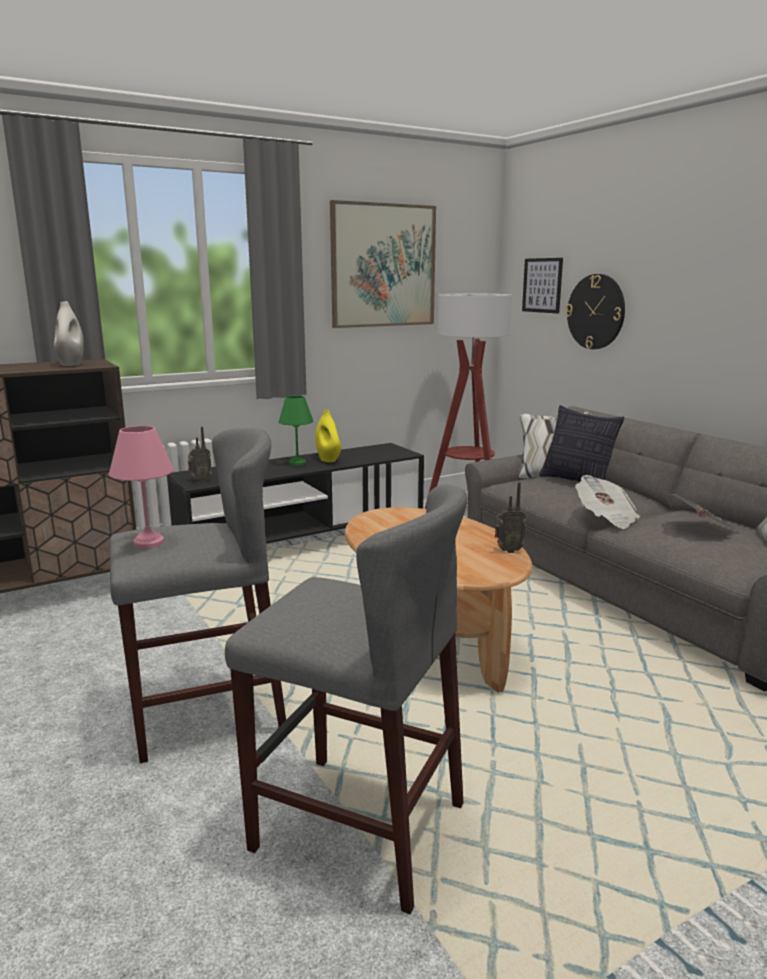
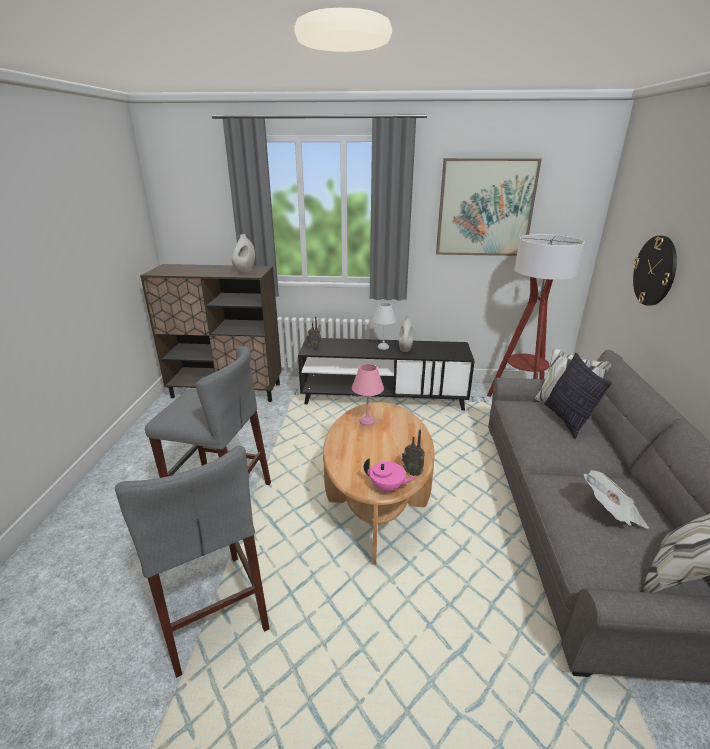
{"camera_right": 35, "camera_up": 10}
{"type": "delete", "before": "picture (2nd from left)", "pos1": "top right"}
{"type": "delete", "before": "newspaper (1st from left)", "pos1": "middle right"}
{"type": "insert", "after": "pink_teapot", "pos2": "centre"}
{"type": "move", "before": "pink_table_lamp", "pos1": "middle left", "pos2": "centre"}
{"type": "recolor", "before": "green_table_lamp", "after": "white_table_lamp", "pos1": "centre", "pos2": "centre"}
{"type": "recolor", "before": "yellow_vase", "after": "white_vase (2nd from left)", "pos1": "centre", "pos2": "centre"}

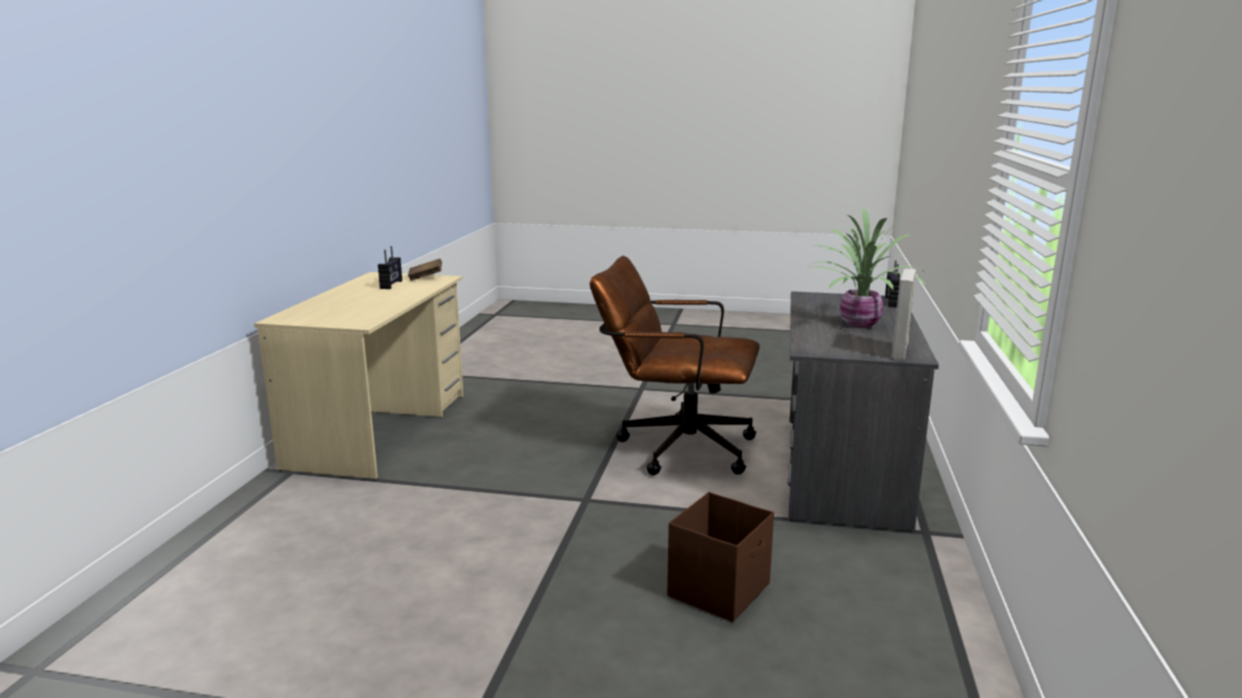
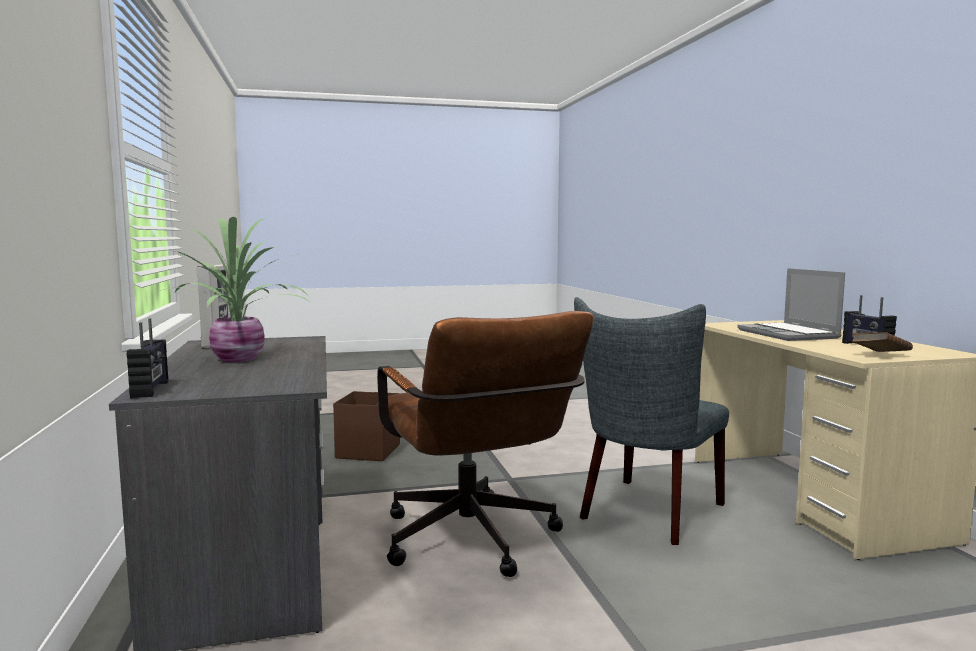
{"camera_right": 155, "camera_up": -10}
{"type": "insert", "after": "grey_chair", "pos2": "middle right"}
{"type": "insert", "after": "laptop", "pos2": "middle right"}
{"type": "rotate", "before": "brown_office_chair", "pos1": "centre", "pos2": "bottom centre", "turn": 75}

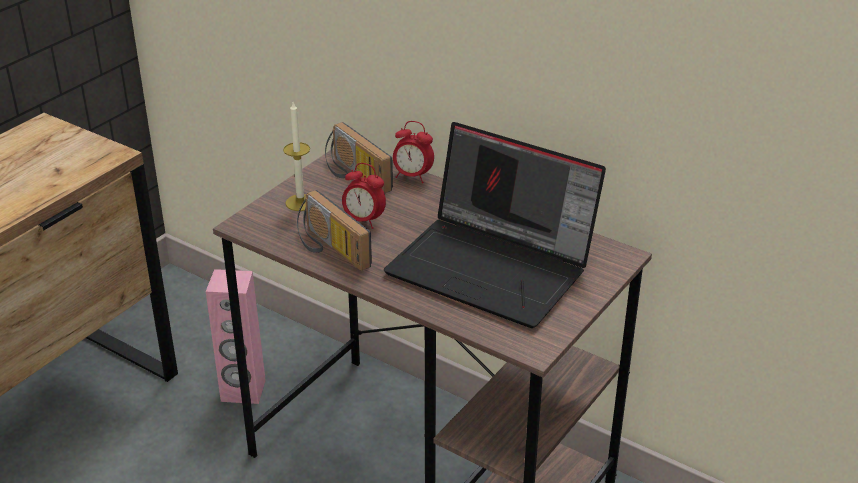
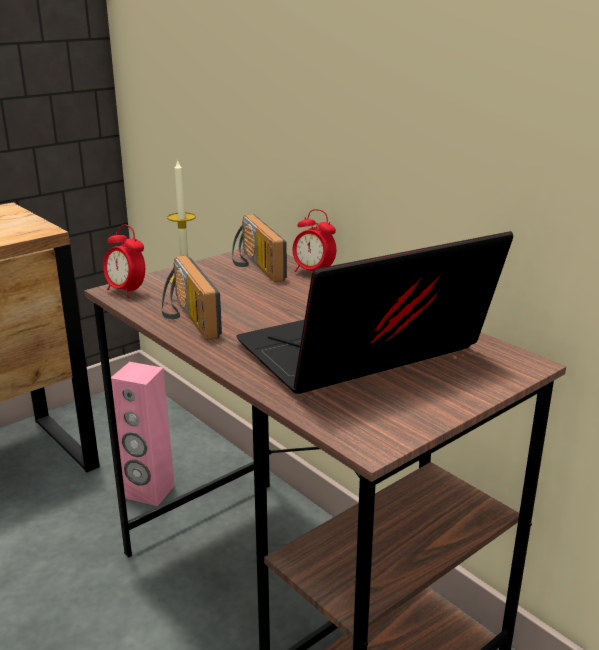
{"camera_right": 15, "camera_up": -10}
{"type": "move", "before": "alarm_clock (1st from left)", "pos1": "centre", "pos2": "middle left"}
{"type": "rotate", "before": "laptop", "pos1": "centre", "pos2": "centre", "turn": 105}

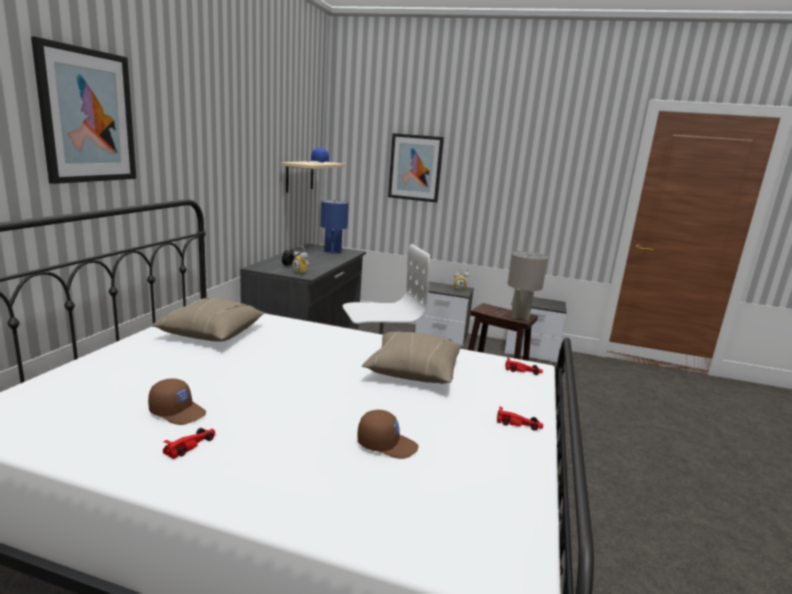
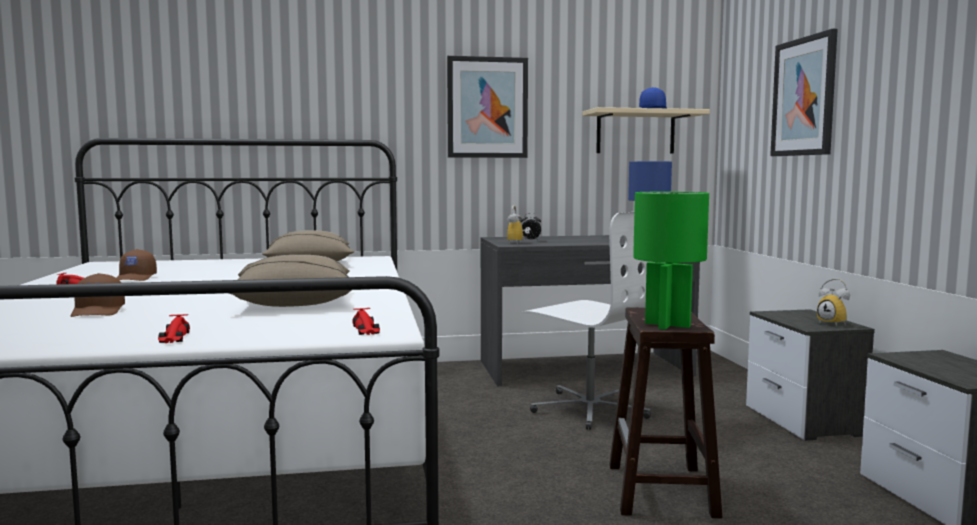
{"camera_right": 65, "camera_up": -10}
{"type": "move", "before": "picture (1st from left)", "pos1": "top left", "pos2": "top centre"}
{"type": "recolor", "before": "grey_table_lamp", "after": "green_table_lamp", "pos1": "centre", "pos2": "middle right"}

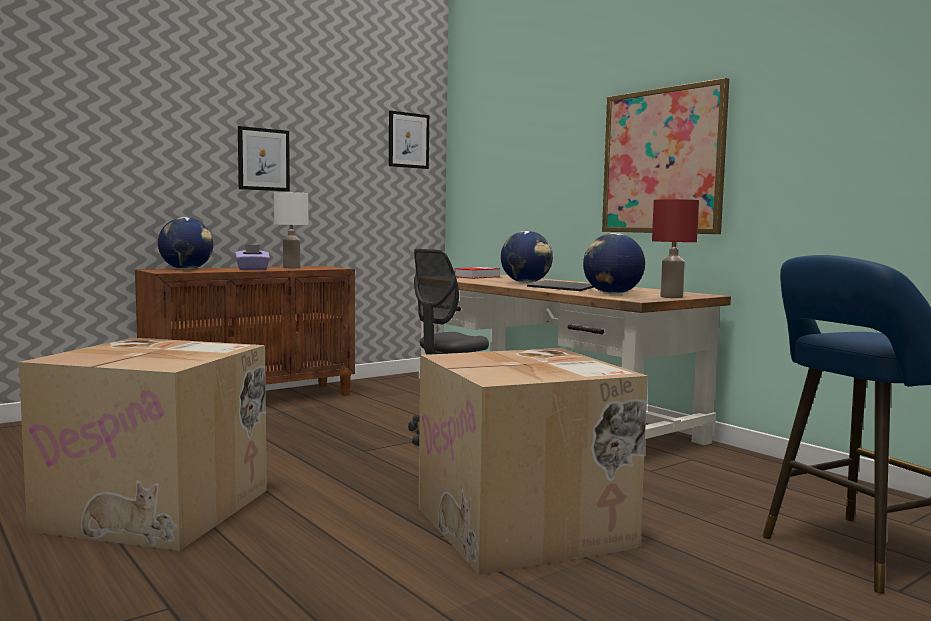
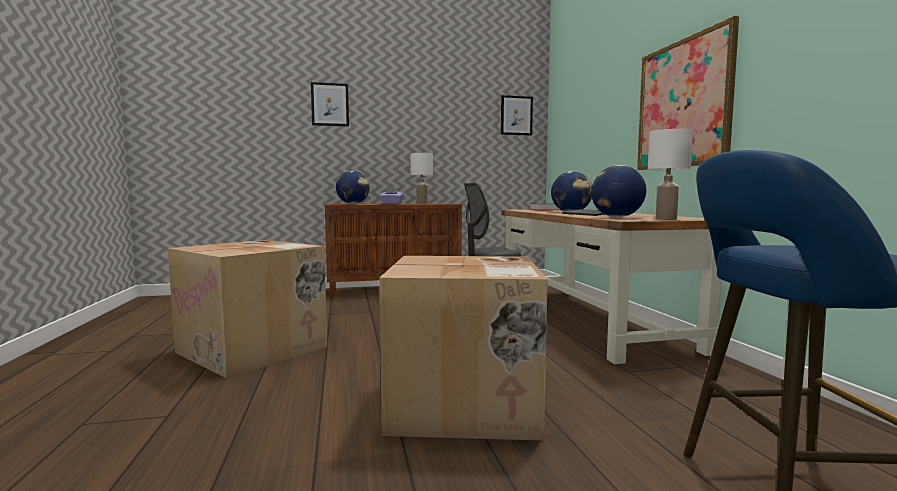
{"camera_right": 25, "camera_up": 0}
{"type": "move", "before": "picture (1st from left)", "pos1": "top left", "pos2": "top centre"}
{"type": "recolor", "before": "red_table_lamp", "after": "white_table_lamp (2nd from left)", "pos1": "middle right", "pos2": "middle right"}

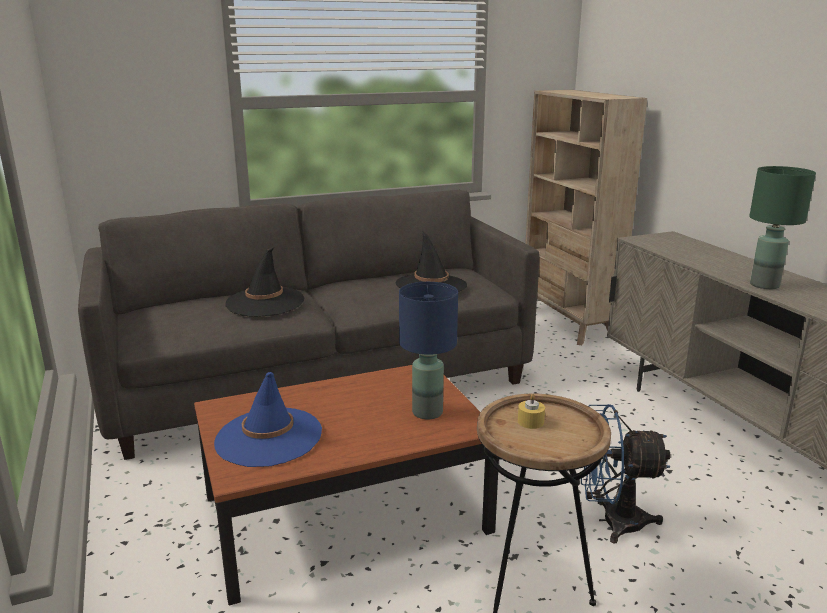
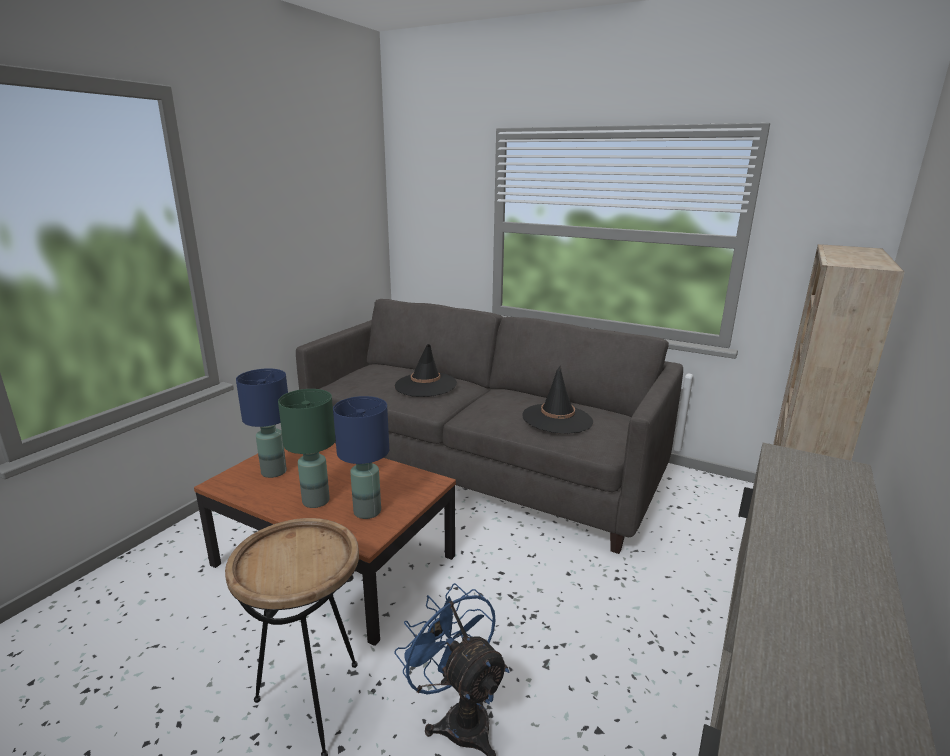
{"camera_right": 50, "camera_up": 0}
{"type": "delete", "before": "yellow_candle", "pos1": "bottom centre"}
{"type": "move", "before": "green_table_lamp", "pos1": "middle right", "pos2": "middle left"}
{"type": "replace", "before": "blue_hat", "after": "blue_table_lamp (1st from left)", "pos1": "bottom left", "pos2": "middle left"}

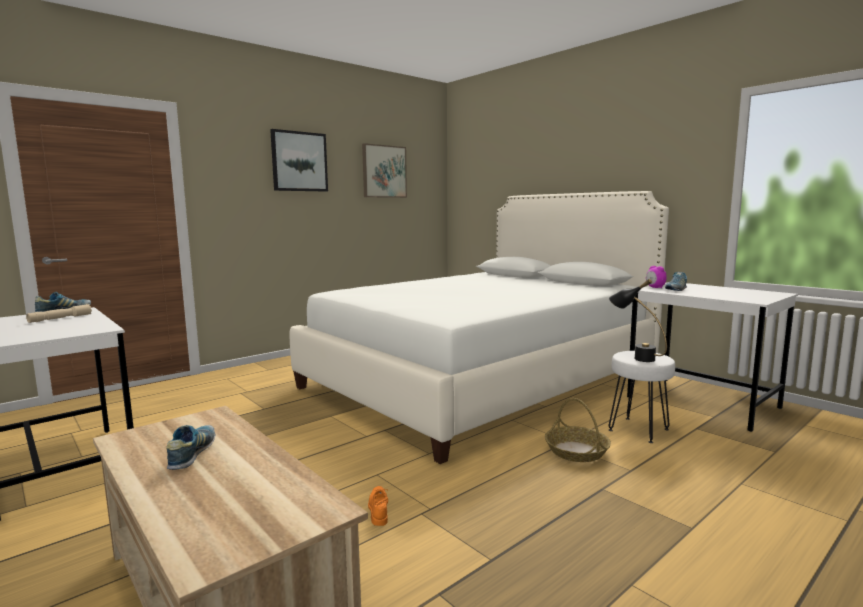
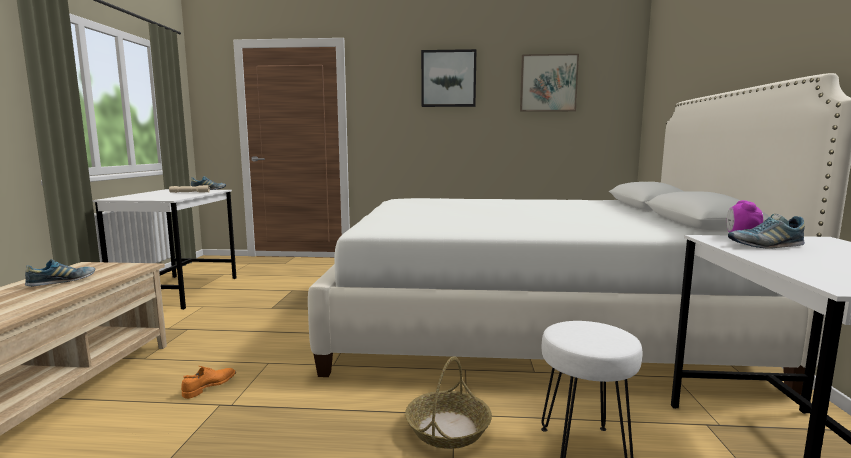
{"camera_right": 45, "camera_up": 0}
{"type": "delete", "before": "black_table_lamp", "pos1": "middle right"}

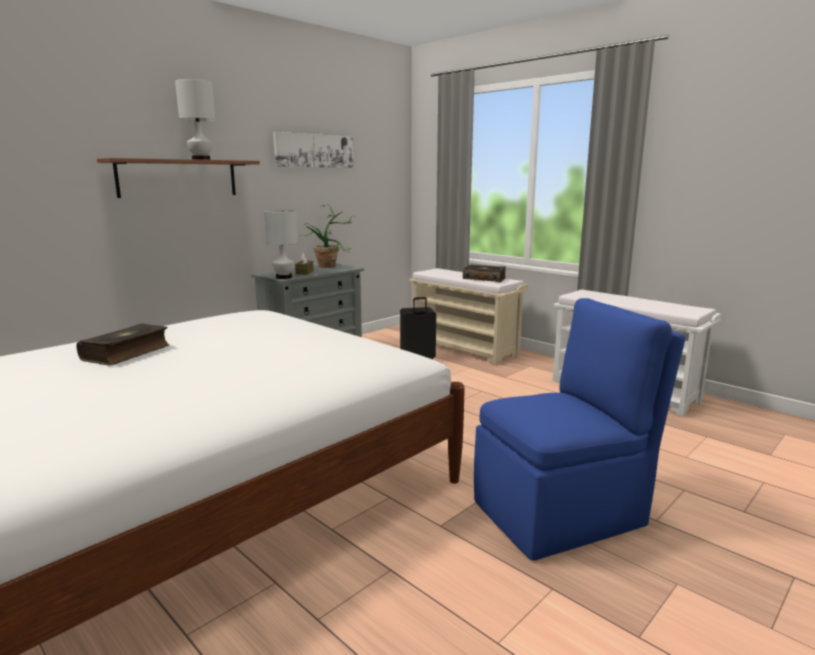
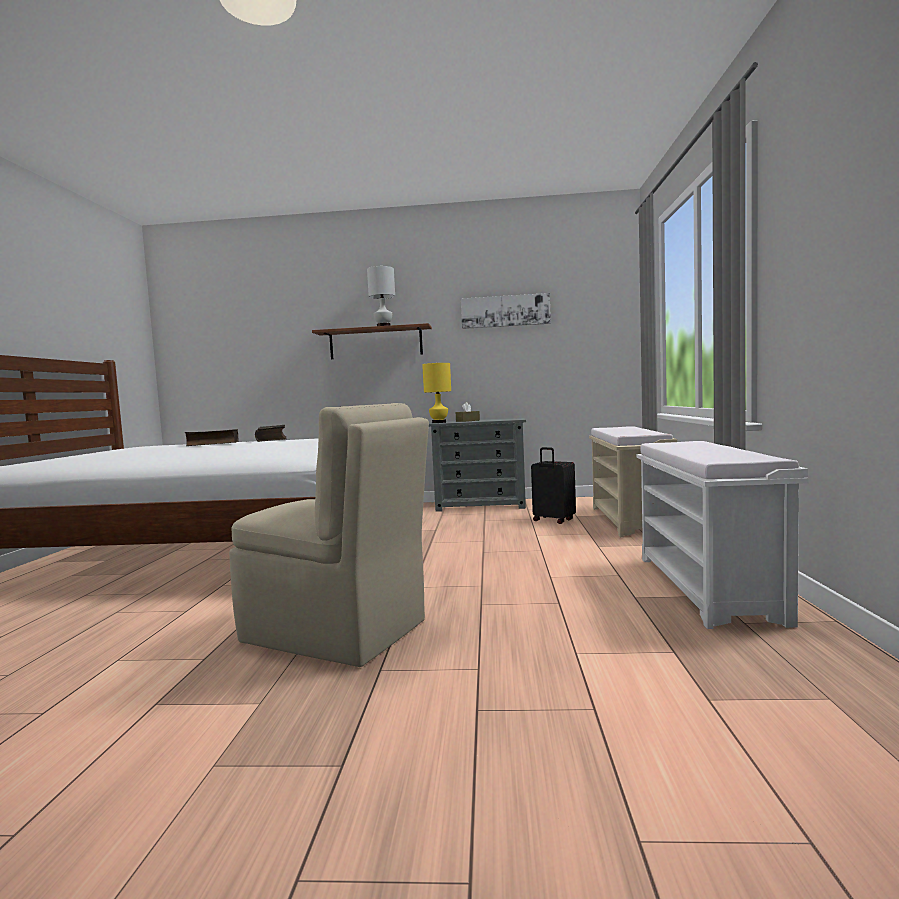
{"camera_right": 50, "camera_up": -10}
{"type": "delete", "before": "potted_plant", "pos1": "centre"}
{"type": "move", "before": "book (2nd from left)", "pos1": "centre", "pos2": "middle left"}
{"type": "recolor", "before": "white_table_lamp (2nd from left)", "after": "yellow_table_lamp", "pos1": "centre", "pos2": "centre"}
{"type": "recolor", "before": "blue_chair", "after": "beige_chair", "pos1": "middle right", "pos2": "centre"}

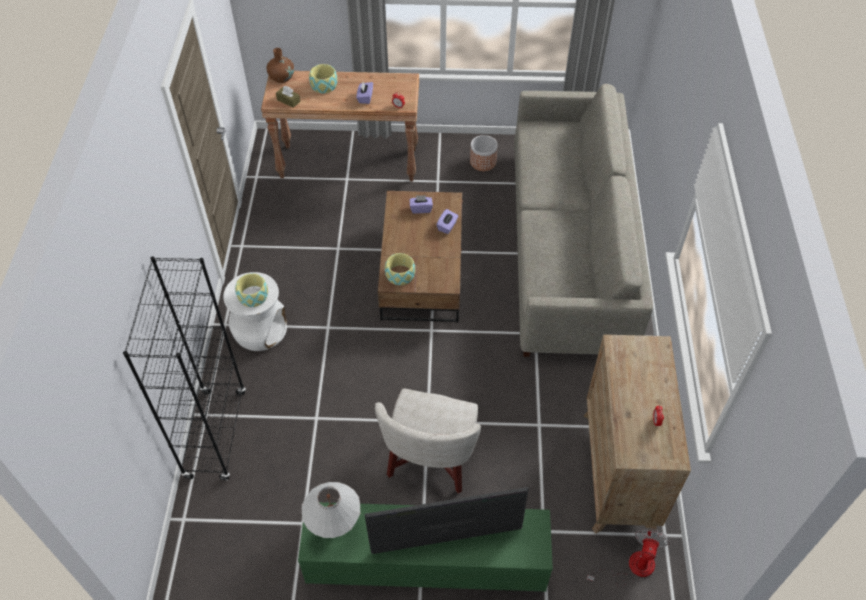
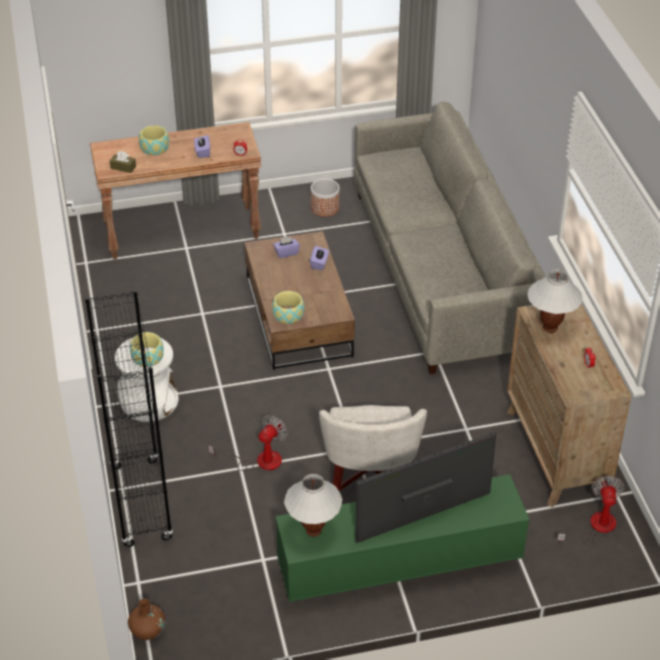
{"camera_right": -15, "camera_up": -10}
{"type": "insert", "after": "fan (1st from left)", "pos2": "bottom centre"}
{"type": "insert", "after": "white_table_lamp (2nd from left)", "pos2": "middle right"}
{"type": "move", "before": "brown_vase", "pos1": "top left", "pos2": "bottom left"}

